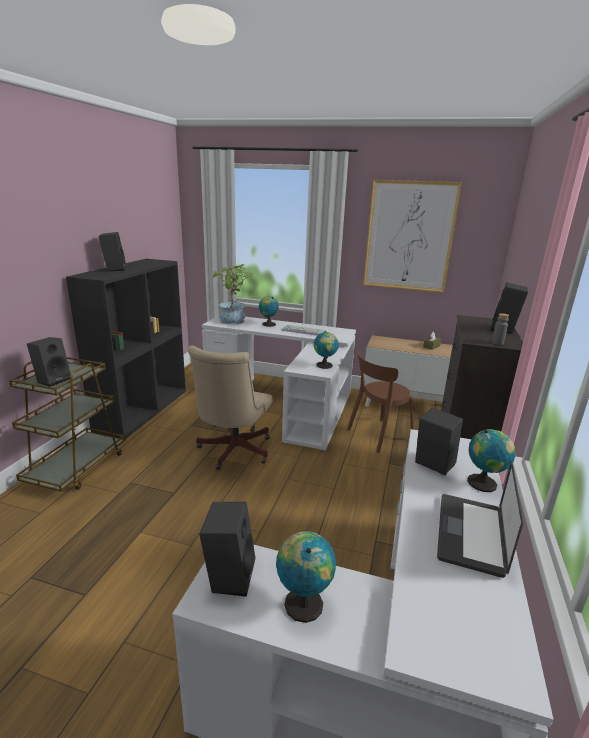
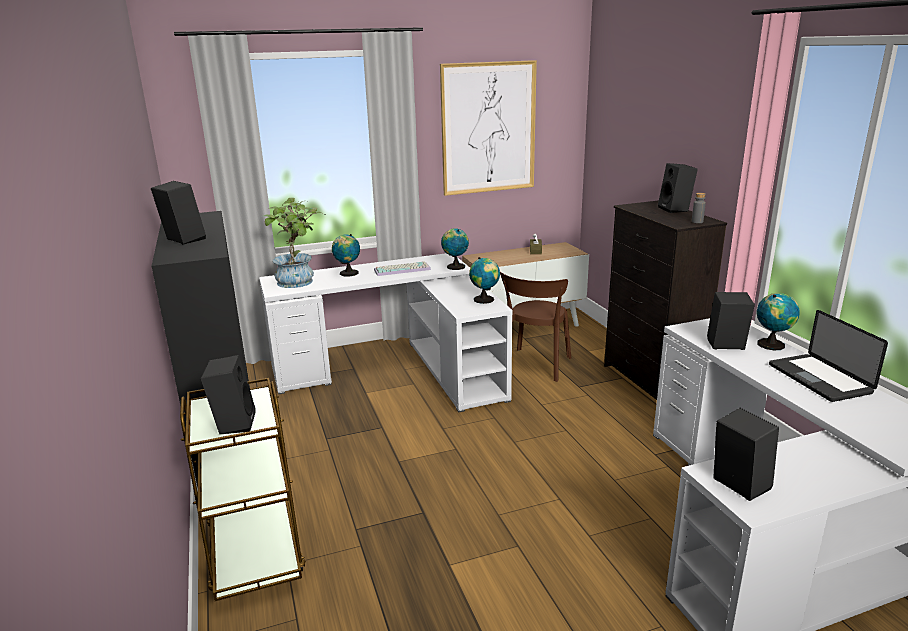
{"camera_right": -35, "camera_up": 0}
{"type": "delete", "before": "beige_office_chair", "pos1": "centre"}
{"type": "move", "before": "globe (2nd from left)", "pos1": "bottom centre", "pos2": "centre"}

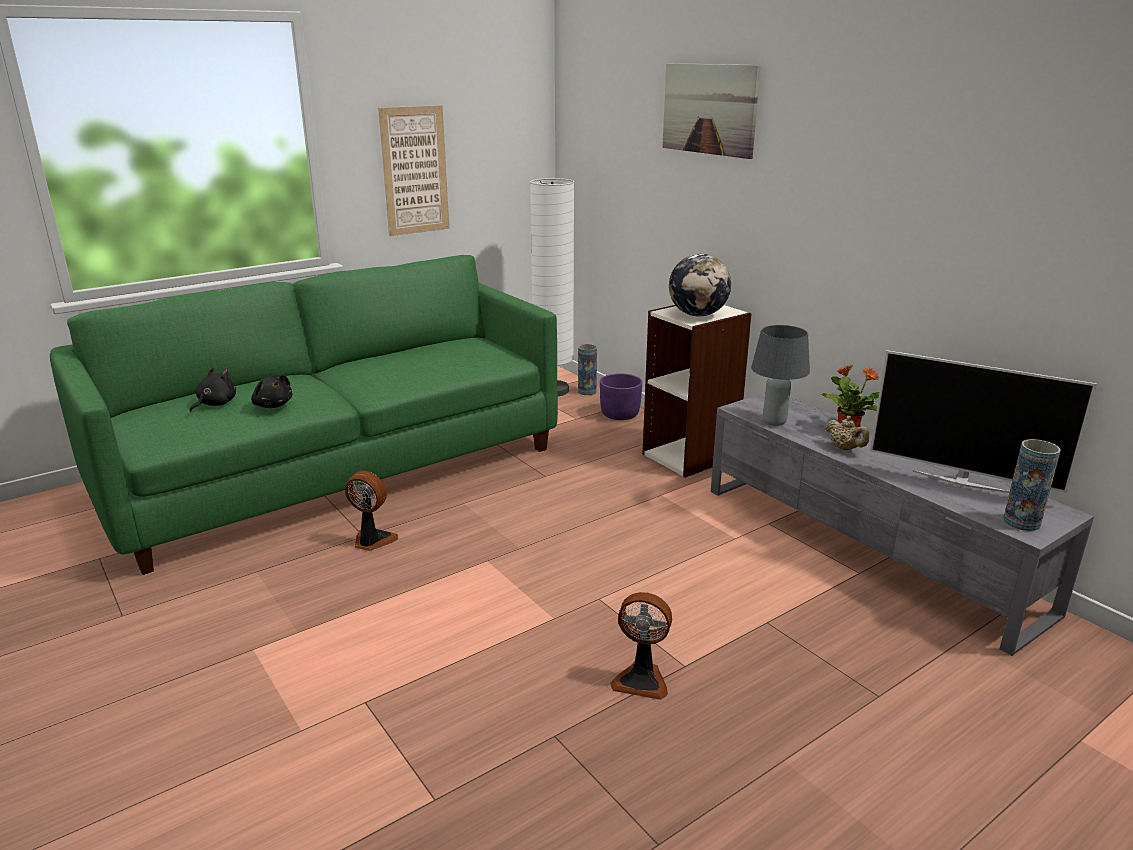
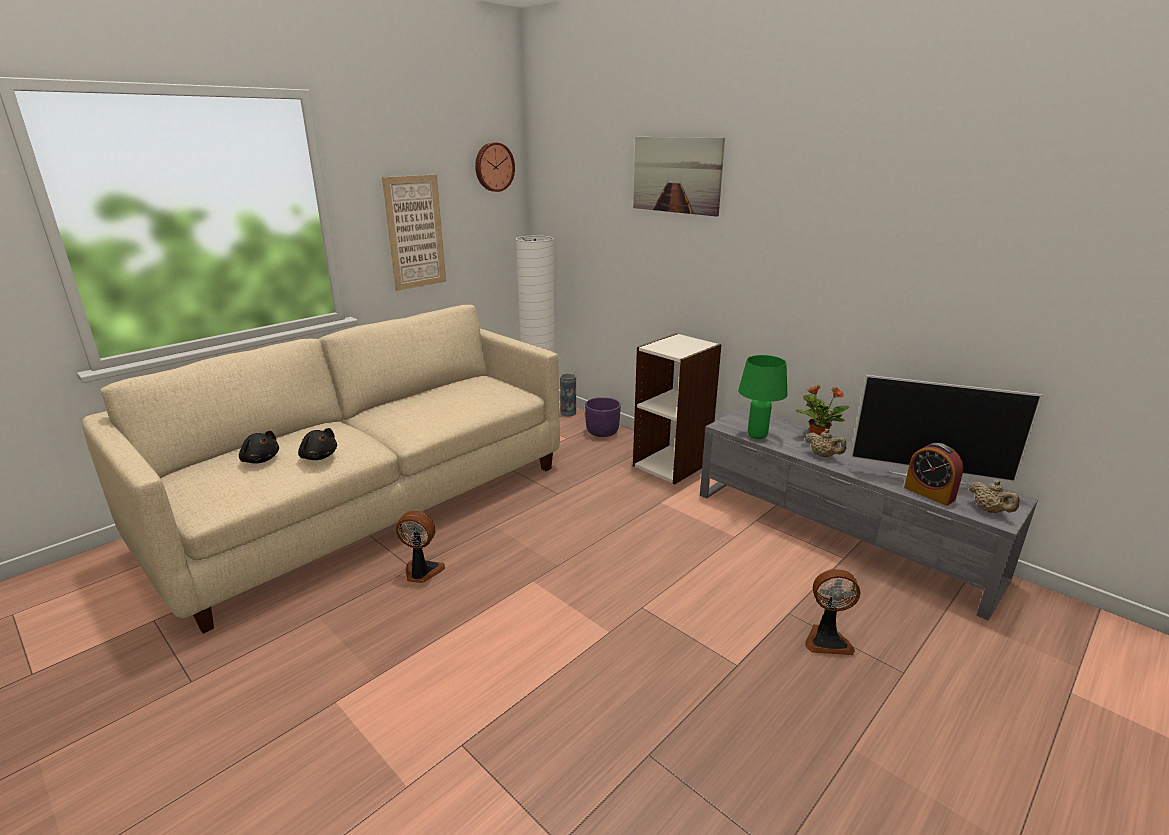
{"camera_right": -10, "camera_up": 0}
{"type": "delete", "before": "globe", "pos1": "centre"}
{"type": "insert", "after": "wall_clock", "pos2": "top centre"}
{"type": "insert", "after": "alarm_clock", "pos2": "middle right"}
{"type": "move", "before": "fan (2nd from left)", "pos1": "bottom centre", "pos2": "bottom right"}
{"type": "replace", "before": "vase (2nd from left)", "after": "beige_teapot (2nd from left)", "pos1": "middle right", "pos2": "middle right"}
{"type": "recolor", "before": "green_sofa", "after": "beige_sofa", "pos1": "middle left", "pos2": "middle left"}
{"type": "recolor", "before": "grey_table_lamp", "after": "green_table_lamp", "pos1": "middle right", "pos2": "centre"}
{"type": "rotate", "before": "black_plush_toy (1st from left)", "pos1": "middle left", "pos2": "middle left", "turn": 105}

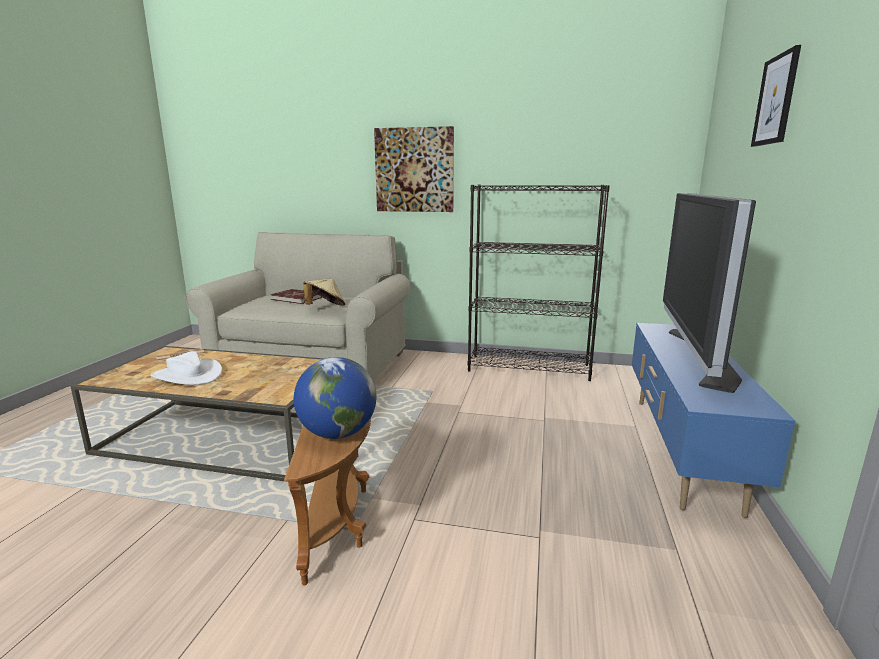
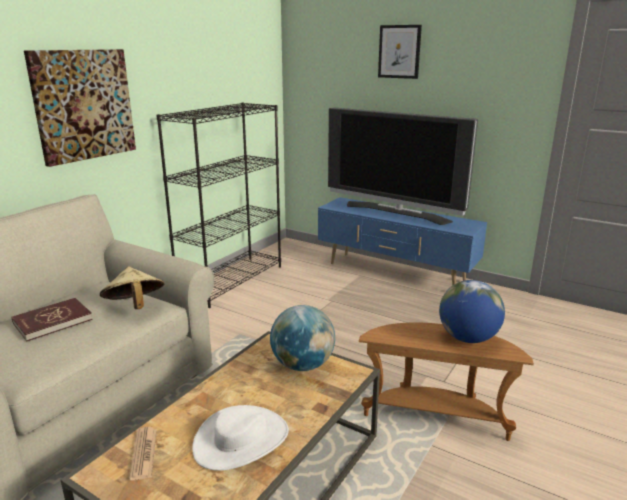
{"camera_right": -70, "camera_up": 5}
{"type": "insert", "after": "globe (1st from left)", "pos2": "bottom centre"}

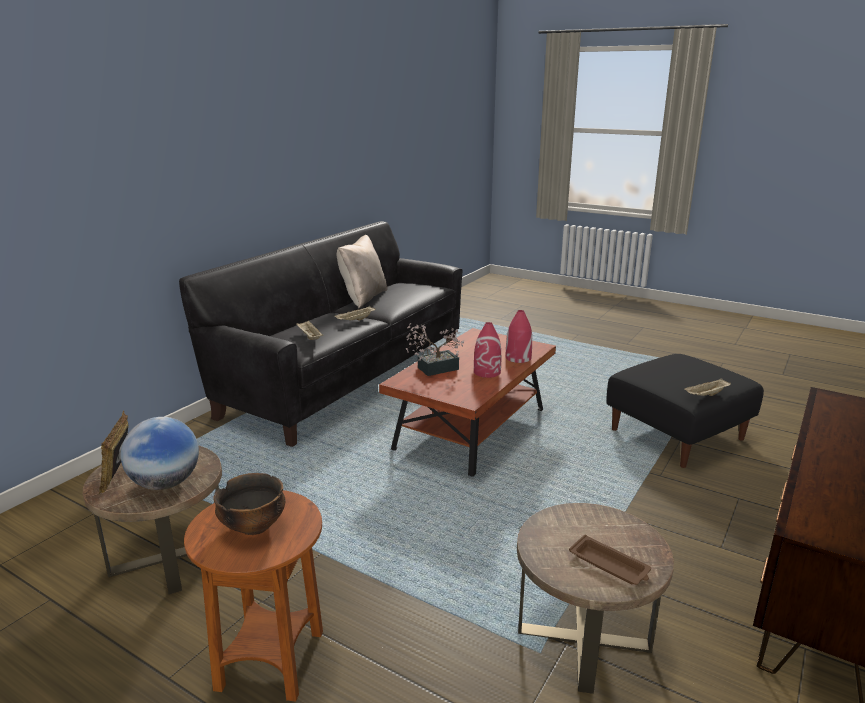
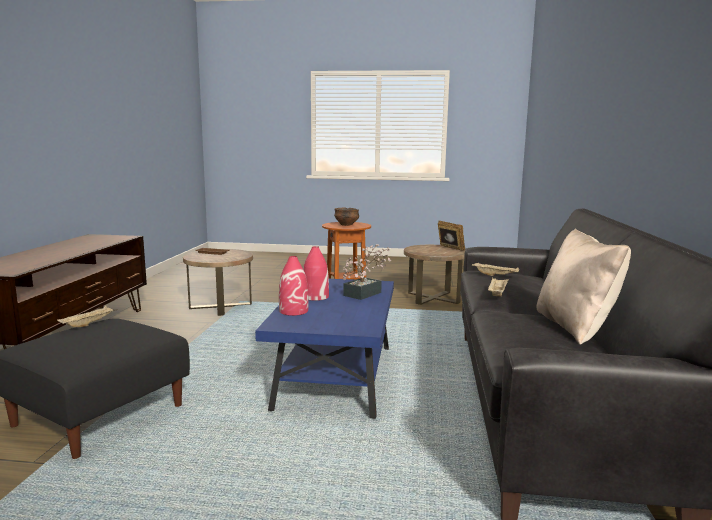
{"camera_right": 155, "camera_up": -10}
{"type": "delete", "before": "globe", "pos1": "middle left"}
{"type": "recolor", "before": "brown_coffee_table", "after": "blue_coffee_table", "pos1": "centre", "pos2": "bottom centre"}

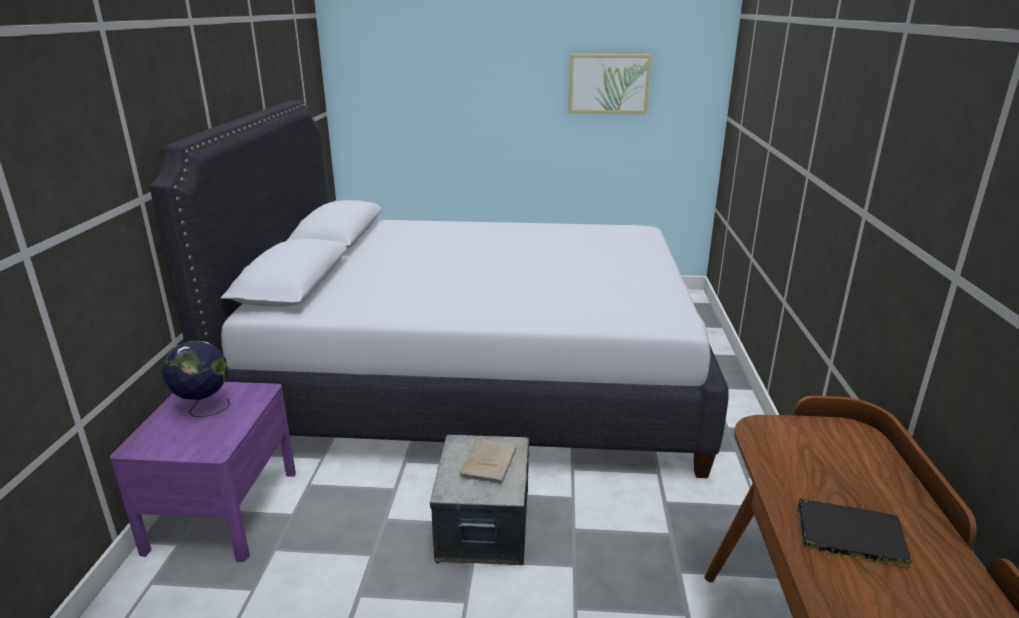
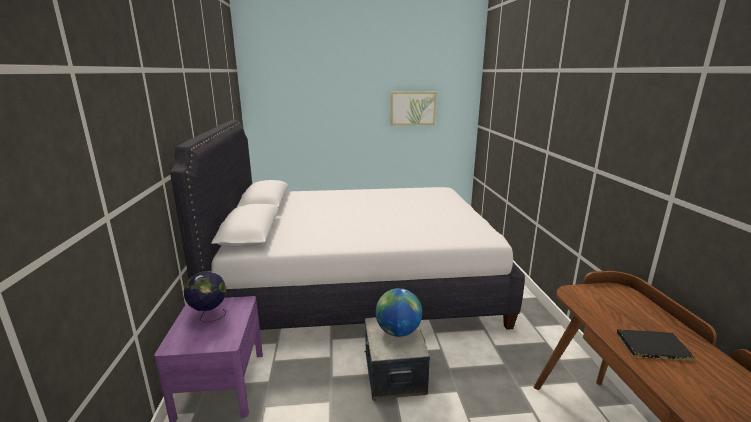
{"camera_right": -10, "camera_up": -5}
{"type": "replace", "before": "beige_book", "after": "globe (2nd from left)", "pos1": "bottom centre", "pos2": "bottom centre"}

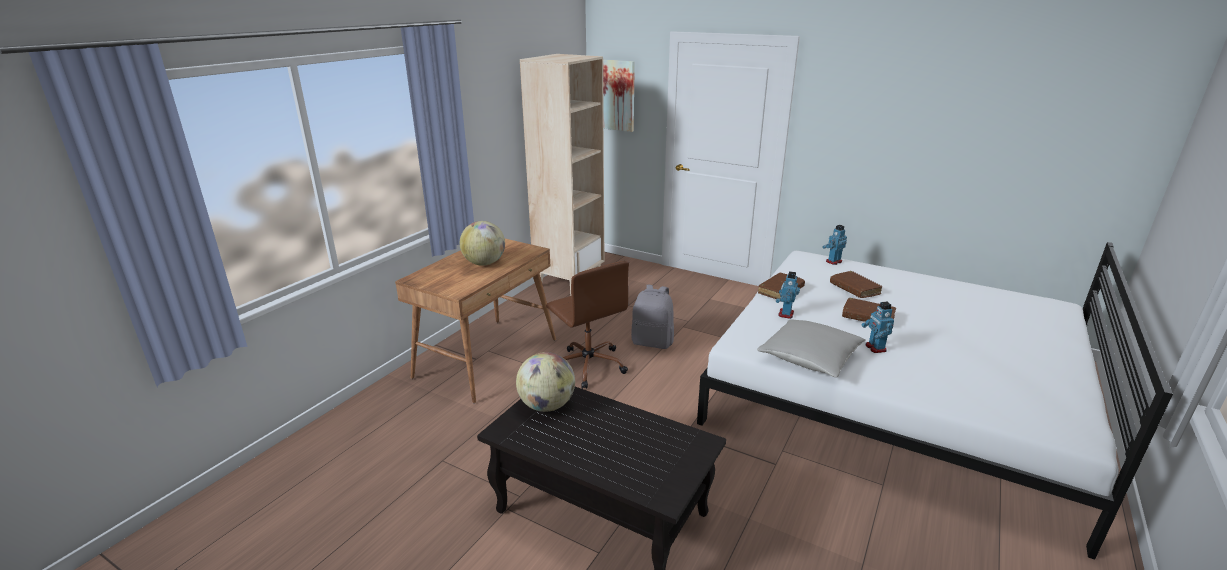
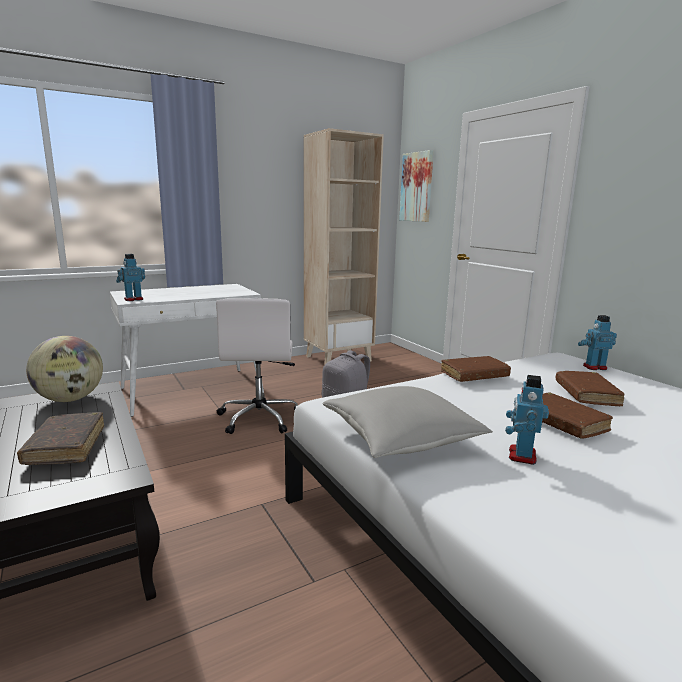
{"camera_right": 30, "camera_up": -10}
{"type": "delete", "before": "globe (1st from left)", "pos1": "centre"}
{"type": "insert", "after": "brown_book (1st from left)", "pos2": "middle left"}
{"type": "move", "before": "toy_robot (1st from left)", "pos1": "centre", "pos2": "middle left"}
{"type": "recolor", "before": "brown_desk", "after": "white_desk", "pos1": "centre", "pos2": "middle left"}
{"type": "recolor", "before": "brown_office_chair", "after": "white_office_chair", "pos1": "centre", "pos2": "centre"}

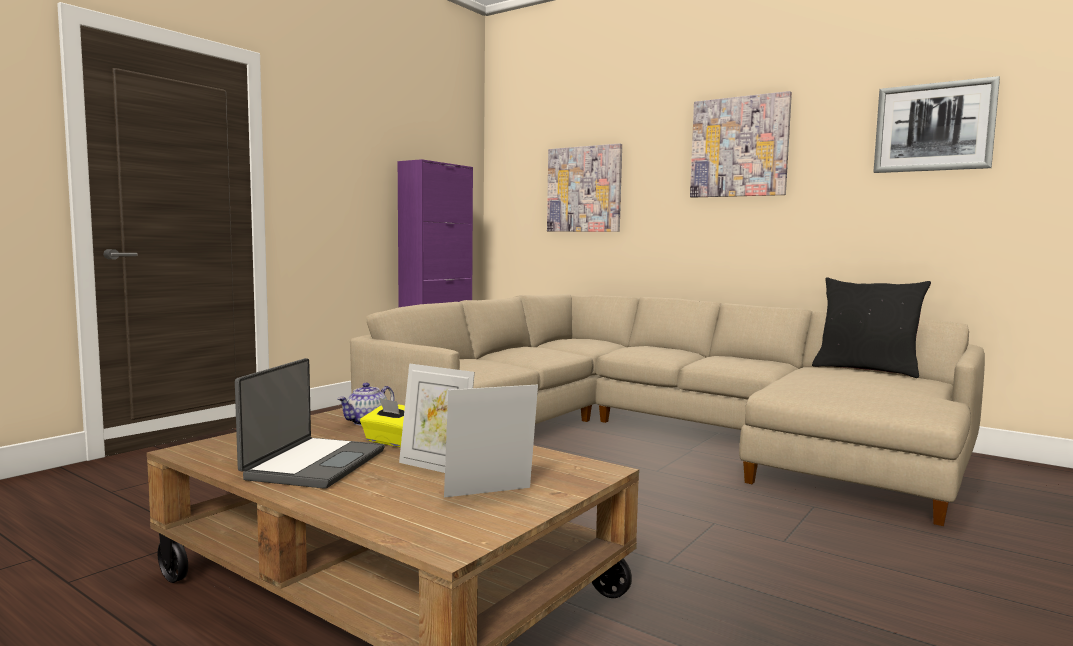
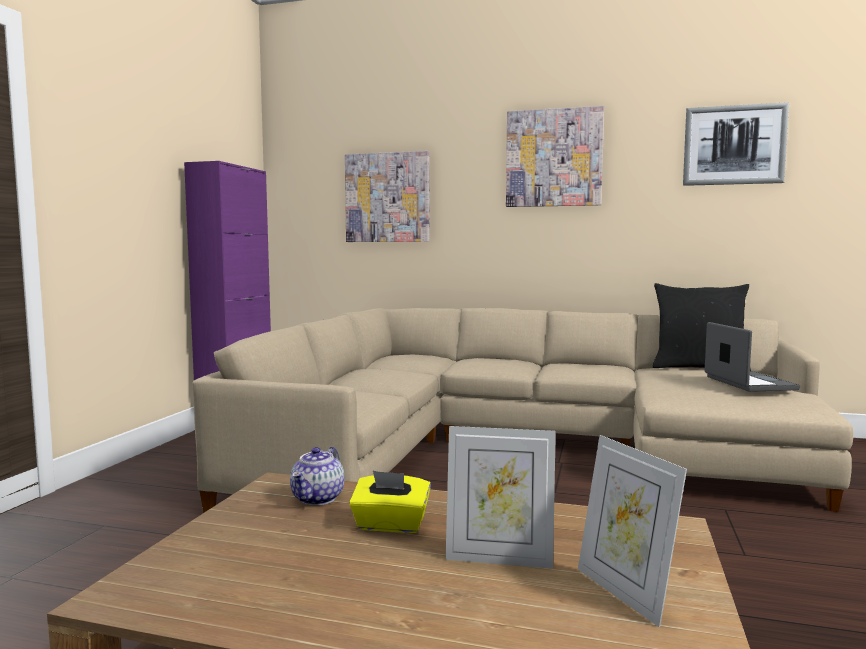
{"camera_right": -20, "camera_up": 0}
{"type": "move", "before": "laptop", "pos1": "middle left", "pos2": "middle right"}
{"type": "rotate", "before": "picture_frame (2nd from left)", "pos1": "bottom centre", "pos2": "bottom right", "turn": -75}

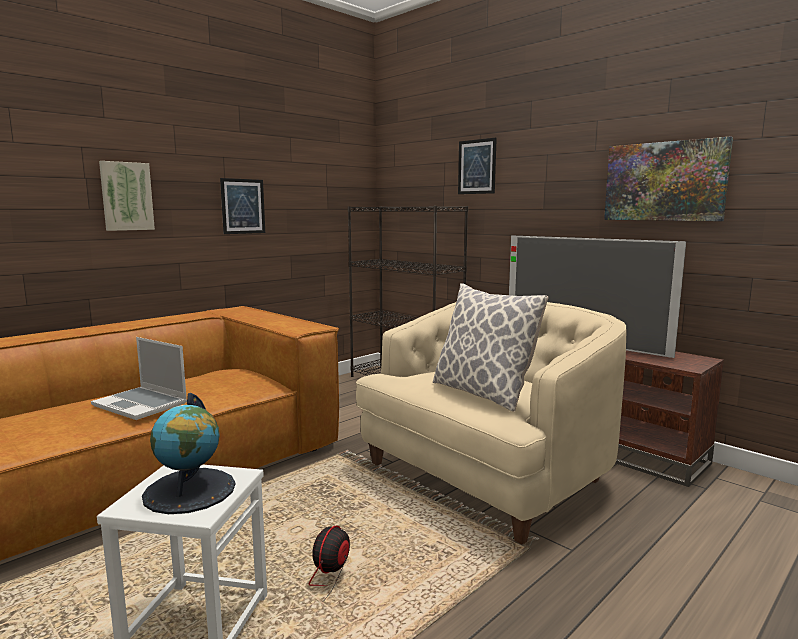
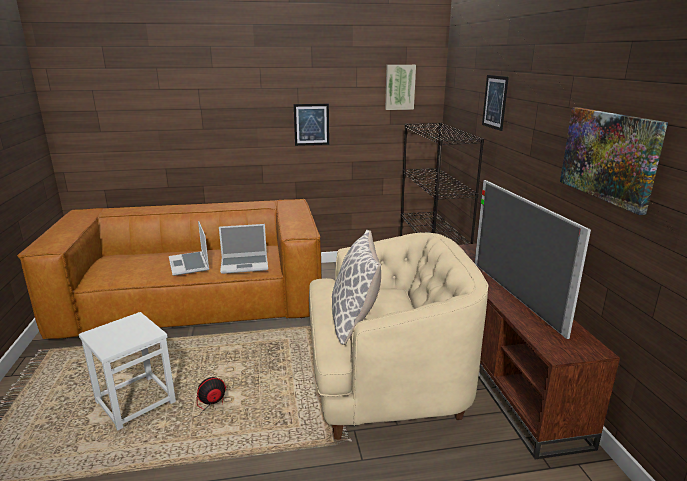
{"camera_right": 35, "camera_up": 10}
{"type": "delete", "before": "globe", "pos1": "bottom left"}
{"type": "insert", "after": "laptop (2nd from left)", "pos2": "centre"}
{"type": "move", "before": "picture (1st from left in the first image)", "after": "picture (2nd from left)", "pos1": "top left", "pos2": "top centre"}

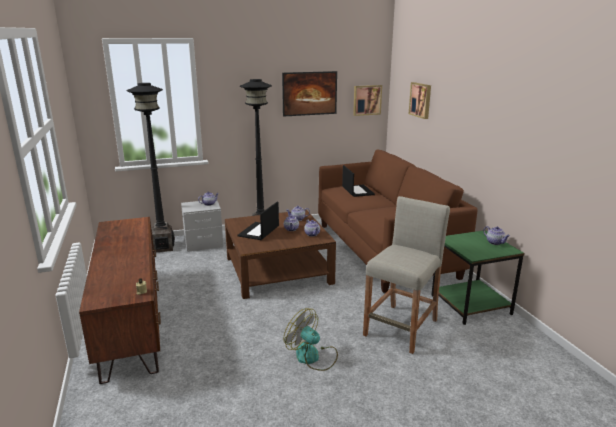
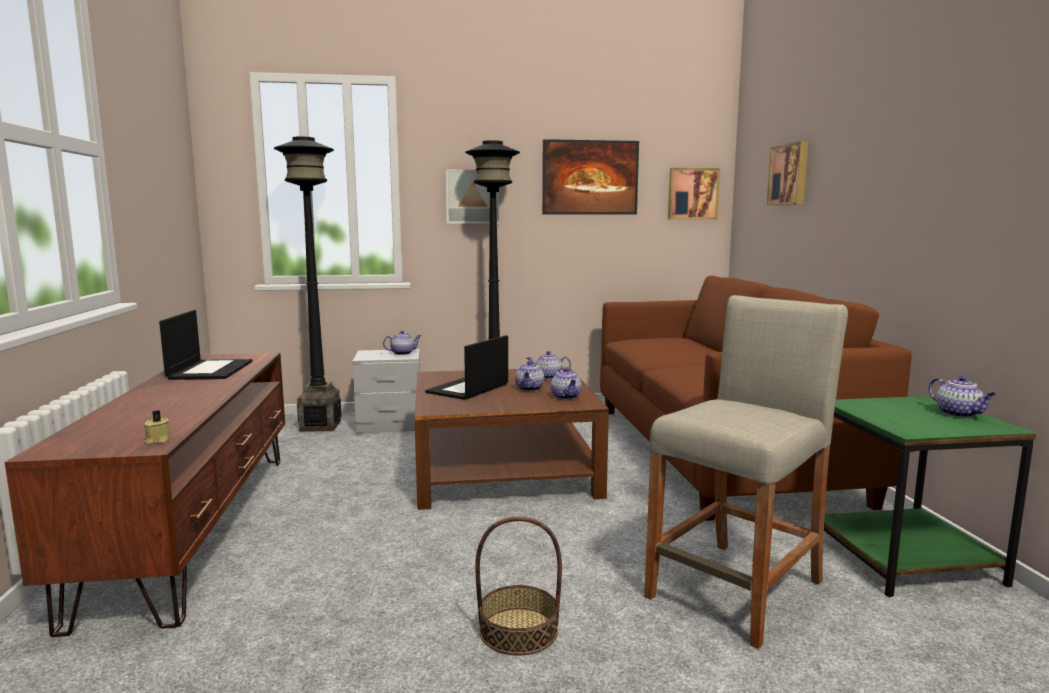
{"camera_right": 10, "camera_up": -10}
{"type": "insert", "after": "picture (1st from left)", "pos2": "top centre"}
{"type": "move", "before": "laptop (2nd from left in the first image)", "after": "laptop (1st from left)", "pos1": "centre", "pos2": "middle left"}
{"type": "replace", "before": "fan", "after": "basket", "pos1": "bottom centre", "pos2": "bottom centre"}

